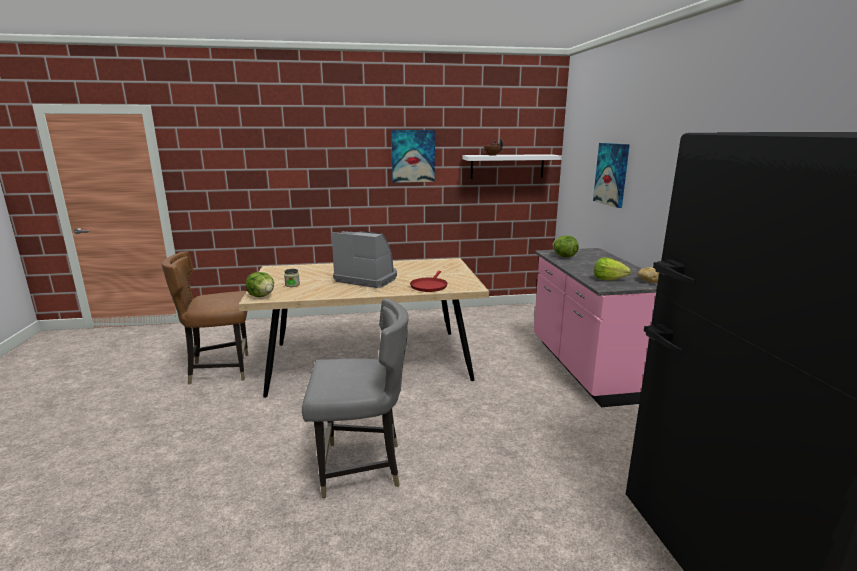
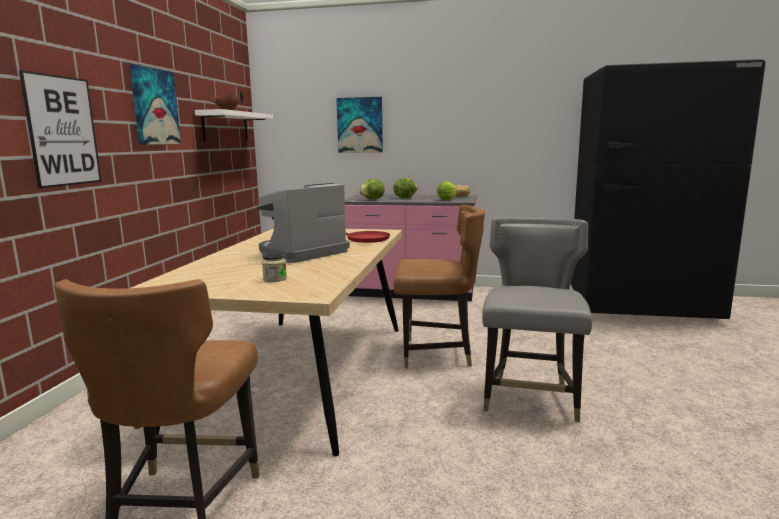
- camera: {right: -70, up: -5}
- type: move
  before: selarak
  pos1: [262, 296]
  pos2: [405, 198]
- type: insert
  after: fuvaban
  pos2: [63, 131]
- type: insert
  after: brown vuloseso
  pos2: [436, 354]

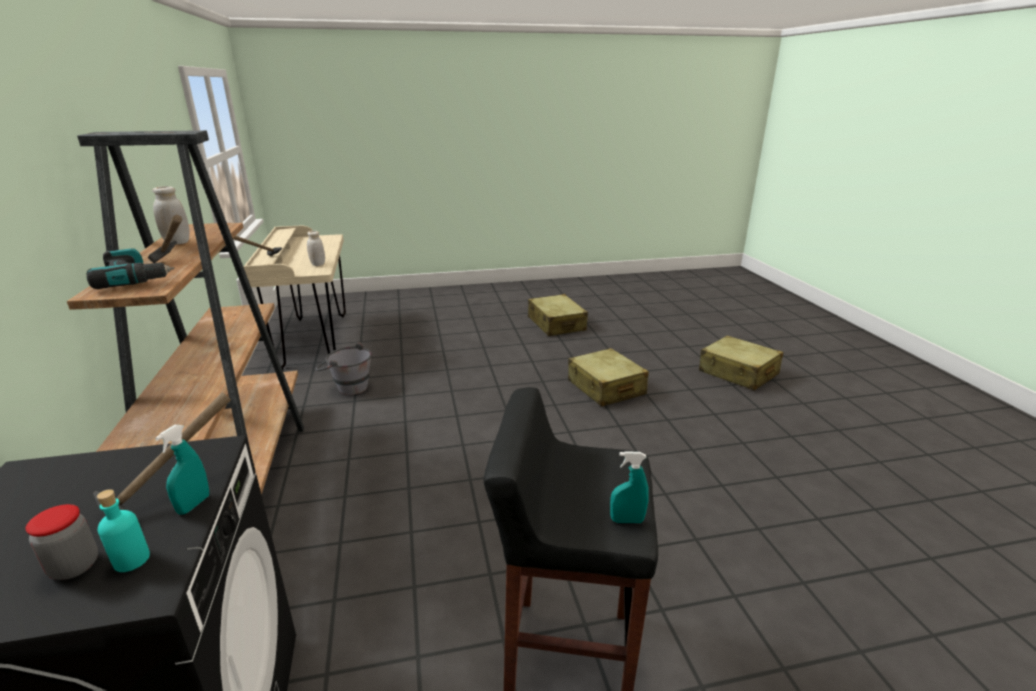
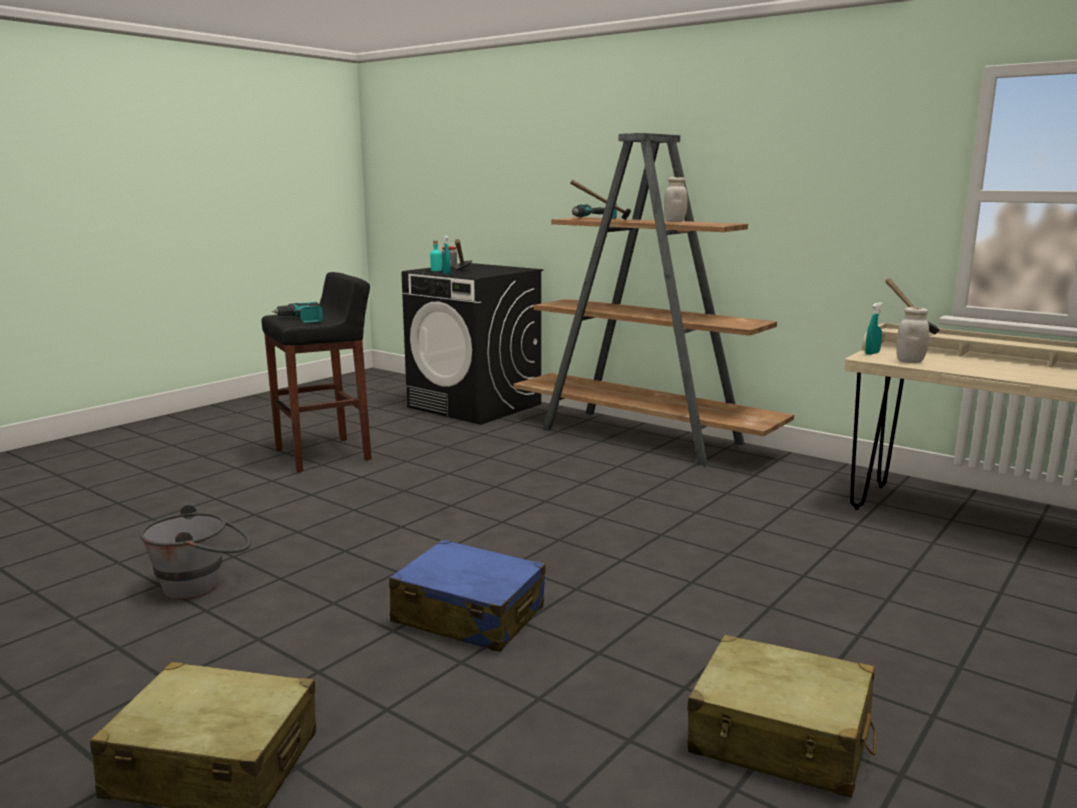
- camera: {right: 140, up: -10}
- type: move
  before: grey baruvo
  pos1: [347, 387]
  pos2: [203, 585]
- type: recolor
  before: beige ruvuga
  after: blue ruvuga
  pos1: [606, 388]
  pos2: [468, 615]
- type: move
  before: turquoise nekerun
  pos1: [627, 520]
  pos2: [872, 353]
- type: insert
  after: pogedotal
  pos2: [301, 320]

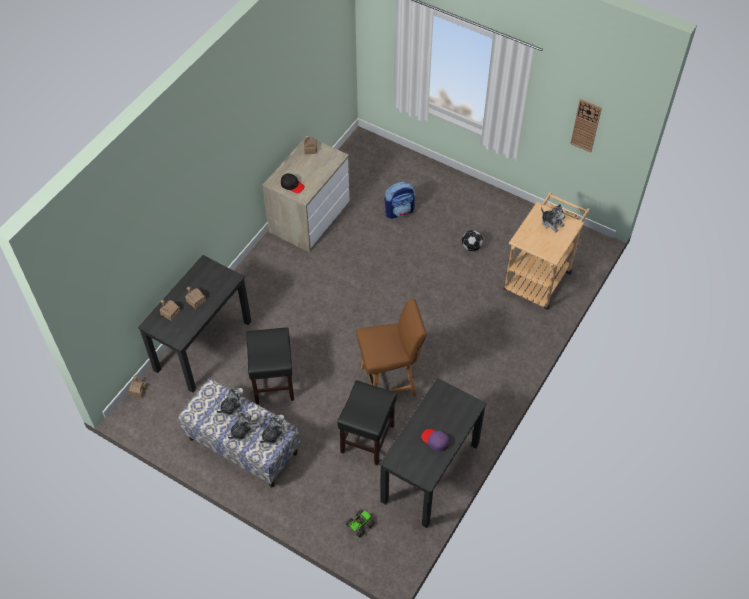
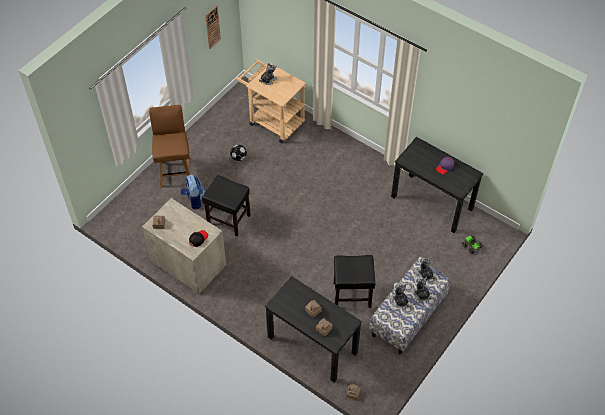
- camera: {right: -85, up: 0}
- type: move
  before: brown vuloseso
  pos1: [390, 381]
  pos2: [175, 171]
- type: move
  before: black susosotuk
  pos1: [367, 438]
  pos2: [228, 219]

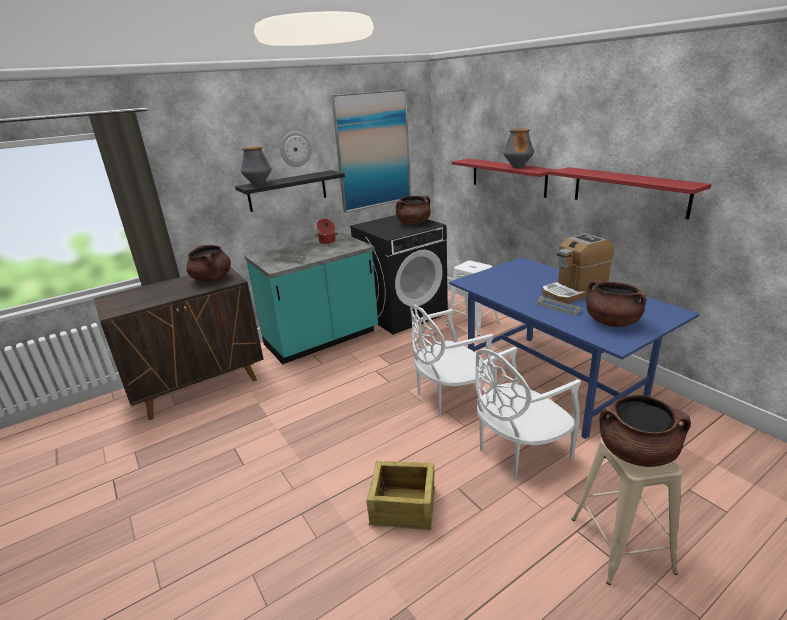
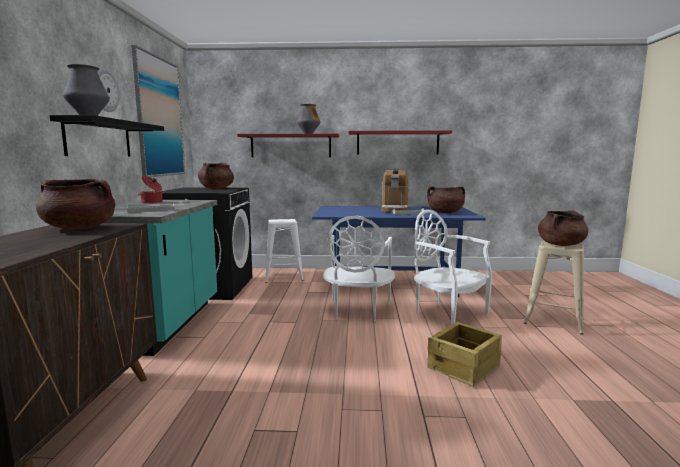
- camera: {right: -55, up: -15}
- type: rotate
  before: white vuloseso
  pos1: [518, 450]
  pos2: [447, 314]
  turn: 135

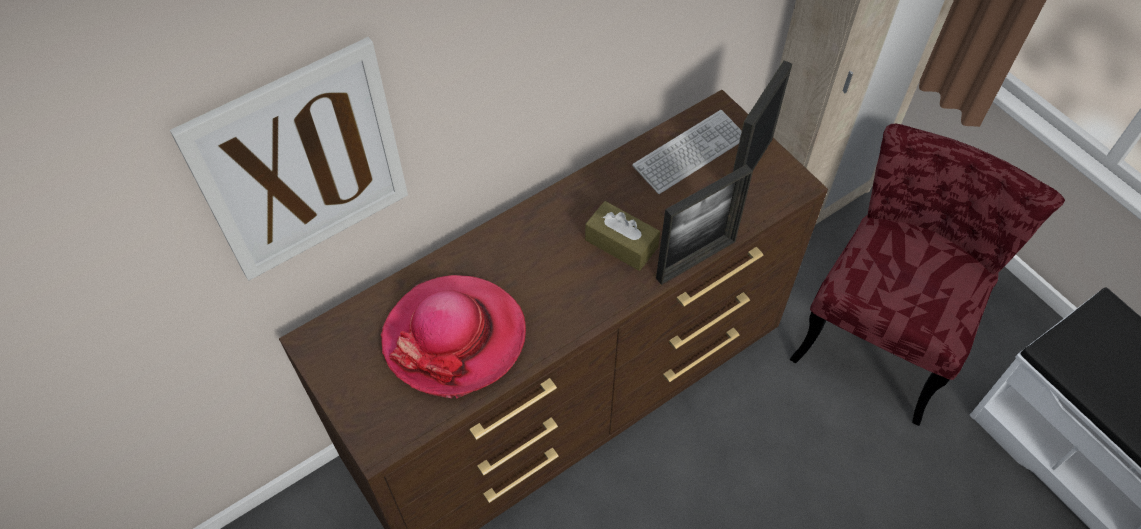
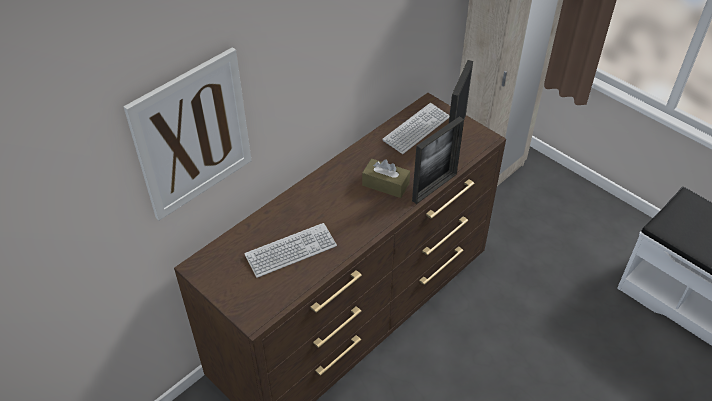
- camera: {right: -10, up: -10}
- type: delete
  before: red vuloseso
  pos1: [885, 328]
- type: replace
  before: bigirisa
  after: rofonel
  pos1: [454, 337]
  pos2: [291, 251]

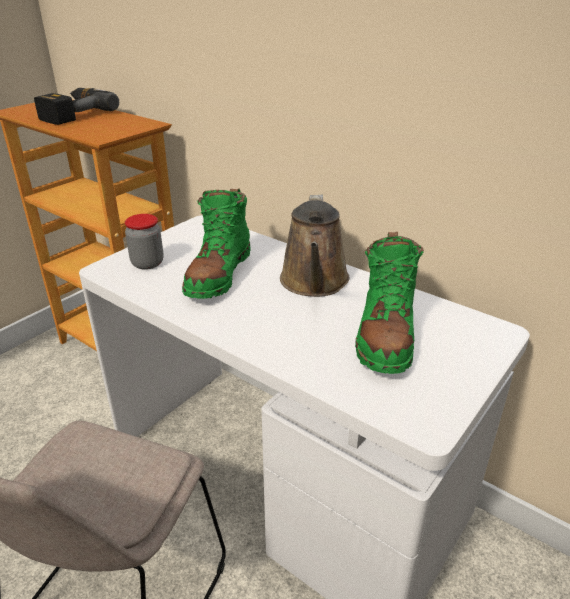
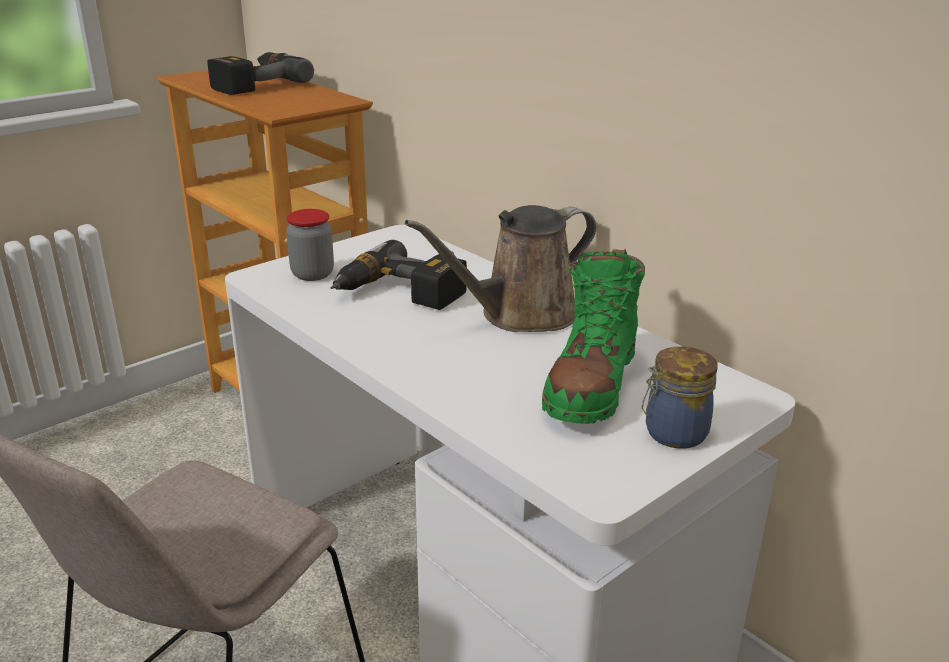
- camera: {right: 10, up: -5}
- type: replace
  before: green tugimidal
  after: pogedotal
  pos1: [218, 274]
  pos2: [398, 294]
- type: rotate
  before: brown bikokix
  pos1: [314, 283]
  pos2: [520, 315]
  turn: 45
- type: insert
  after: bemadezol
  pos2: [673, 433]

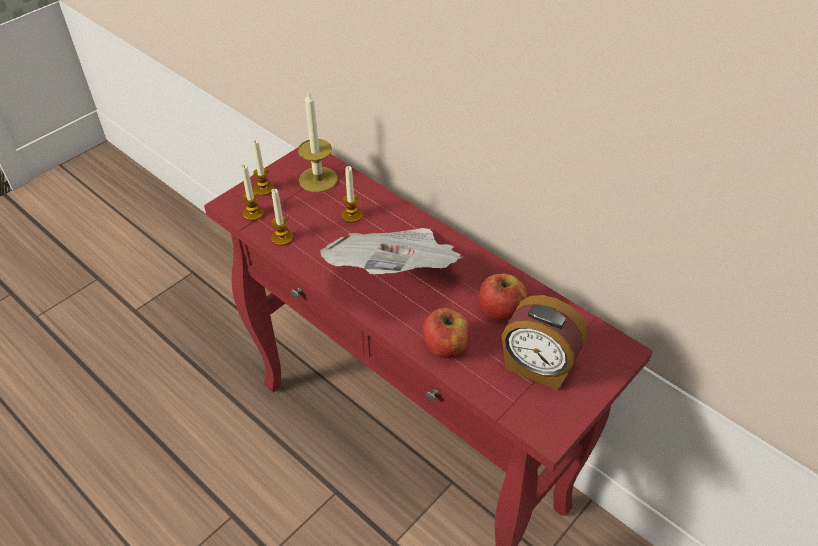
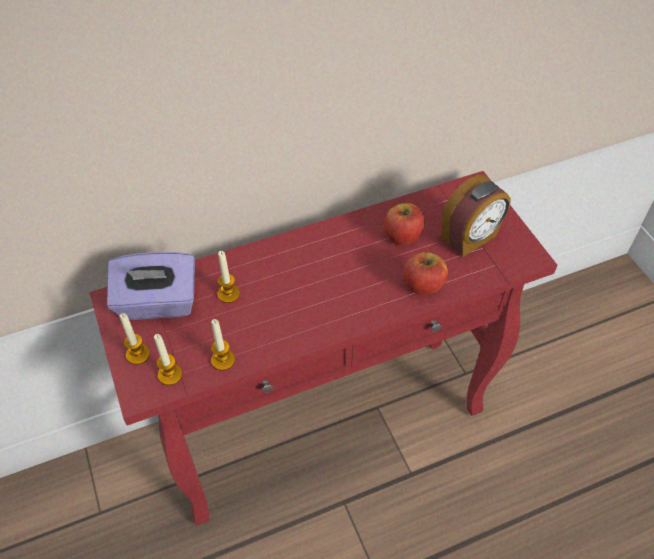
- camera: {right: -65, up: 5}
- type: replace
  before: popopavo
  after: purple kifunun
  pos1: [318, 179]
  pos2: [158, 303]
- type: delete
  before: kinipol
  pos1: [395, 274]

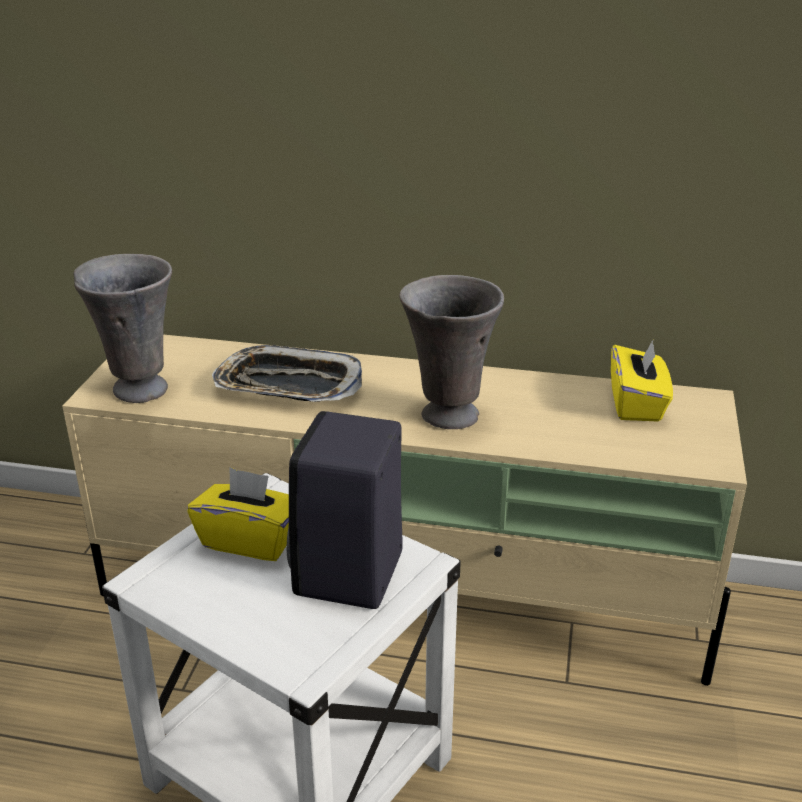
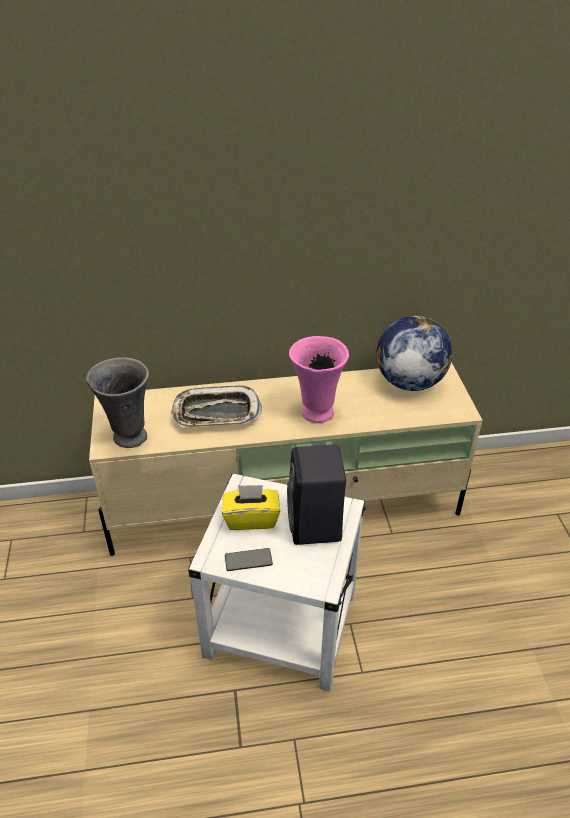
- camera: {right: -20, up: 10}
- type: recolor
  before: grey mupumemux
  after: pink mupumemux
  pos1: [447, 416]
  pos2: [316, 413]
- type: replace
  before: yellow kifunun
  after: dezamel
  pos1: [637, 404]
  pos2: [409, 382]
- type: insert
  after: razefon
  pos2: [248, 560]

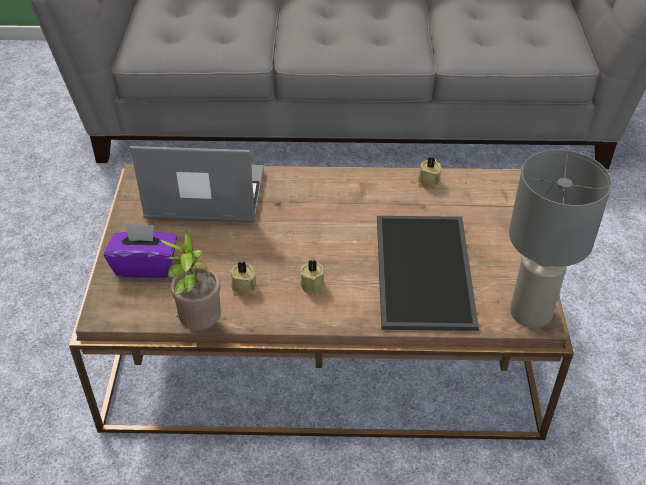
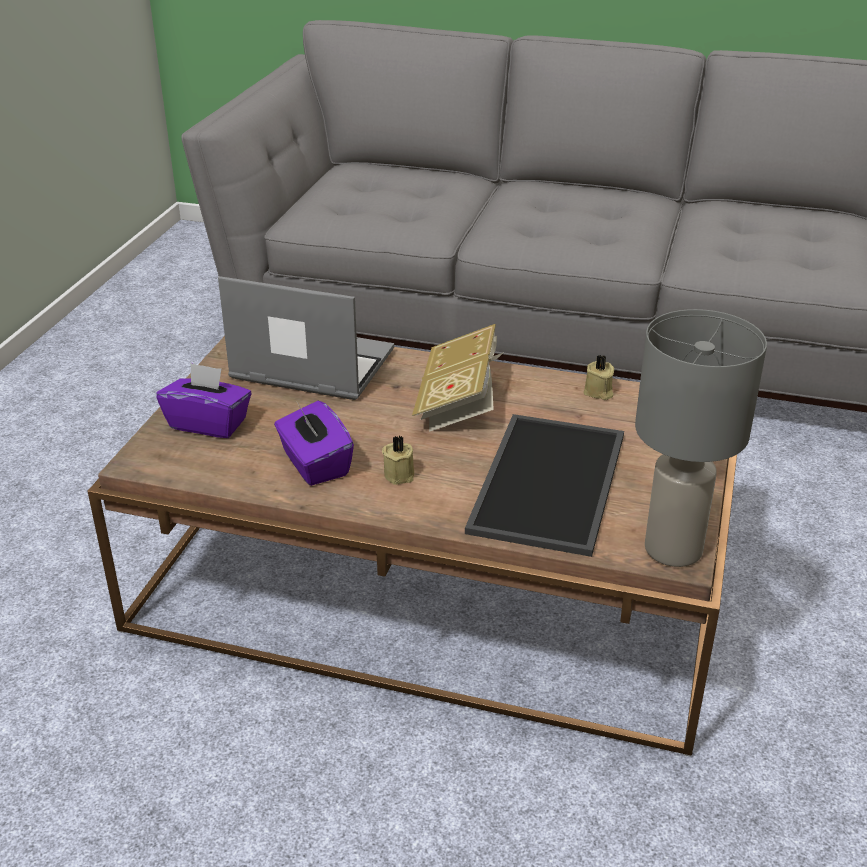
- camera: {right: 15, up: -10}
- type: delete
  before: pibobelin
  pos1: [199, 325]
- type: replace
  before: beige popopavo
  after: purple kifunun
  pos1: [245, 288]
  pos2: [314, 464]
- type: insert
  after: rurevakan
  pos2: [459, 403]

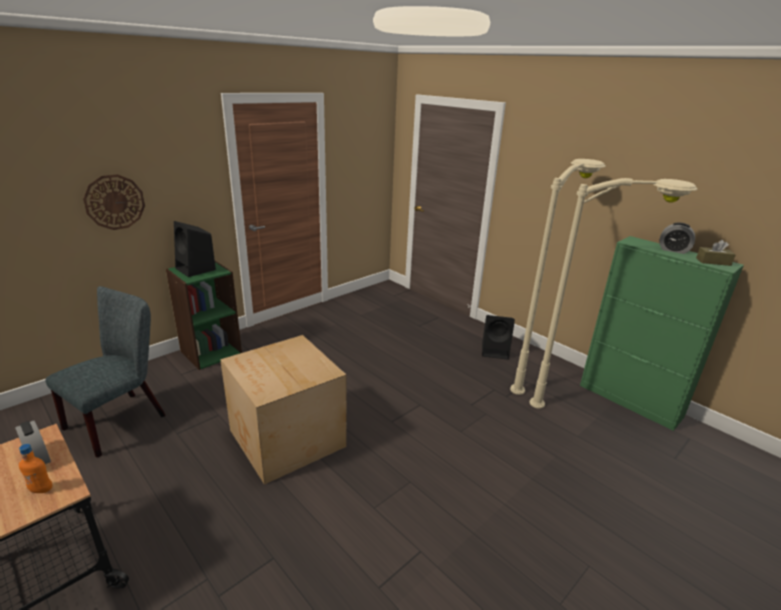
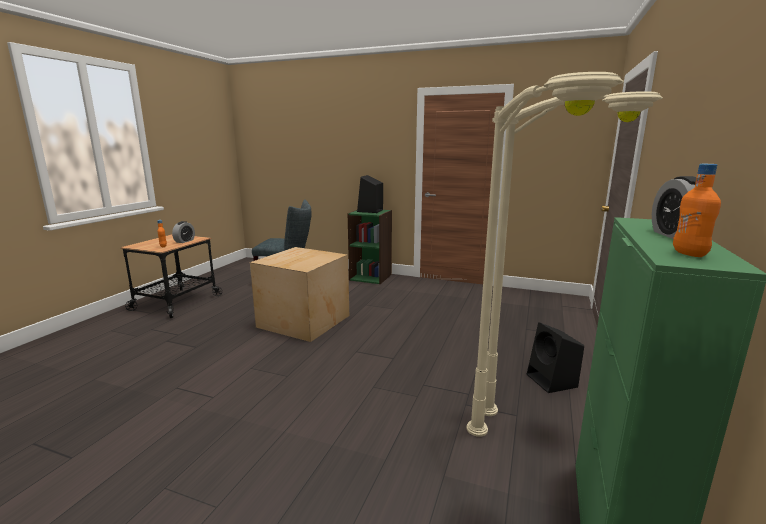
- camera: {right: 65, up: -10}
- type: delete
  before: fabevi
  pos1: [114, 202]
- type: replace
  before: brown kifunun
  after: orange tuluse
  pos1: [713, 262]
  pos2: [689, 254]

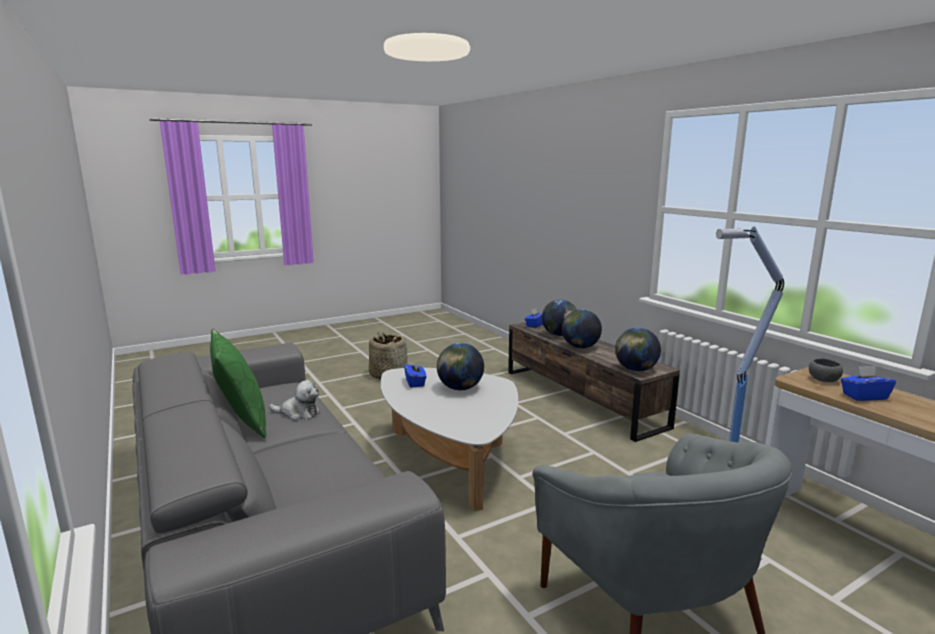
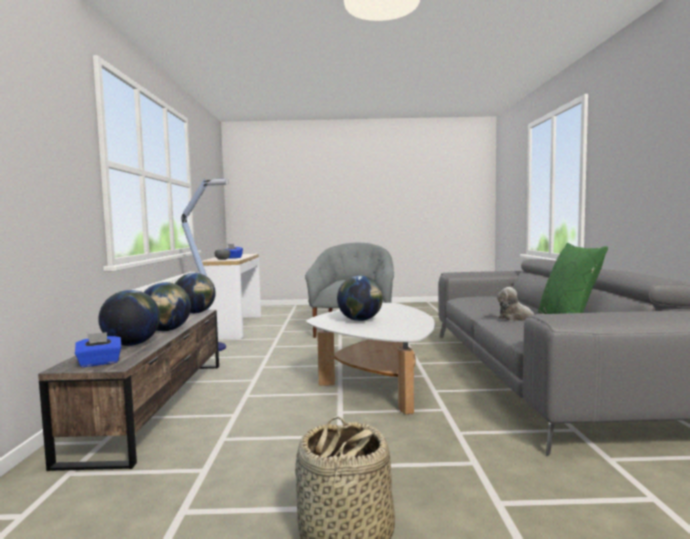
- camera: {right: -150, up: -10}
- type: delete
  before: blue kifunun
  pos1: [415, 383]

